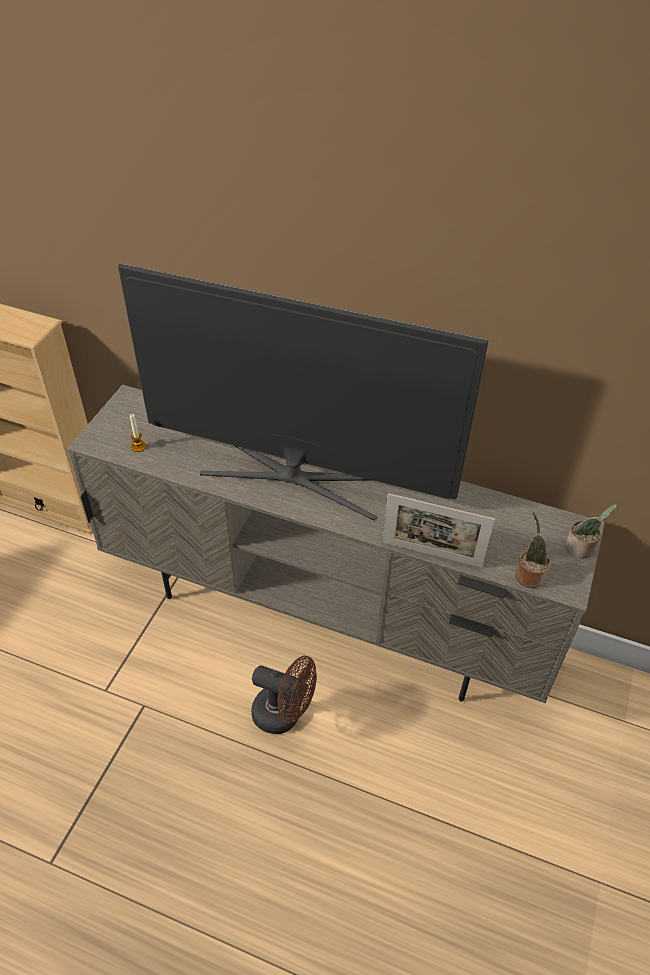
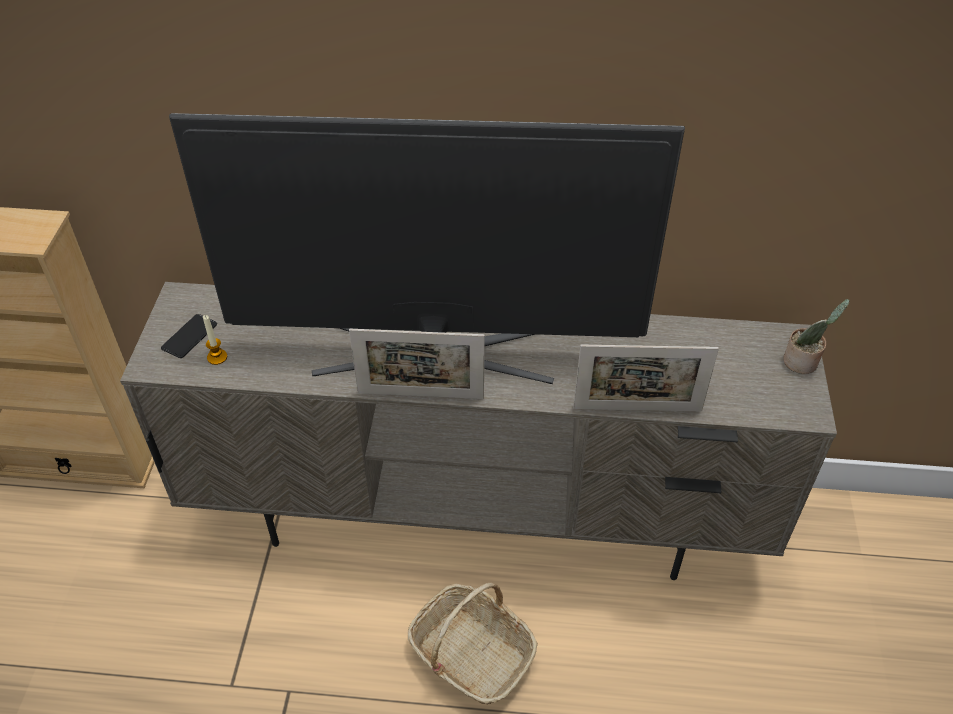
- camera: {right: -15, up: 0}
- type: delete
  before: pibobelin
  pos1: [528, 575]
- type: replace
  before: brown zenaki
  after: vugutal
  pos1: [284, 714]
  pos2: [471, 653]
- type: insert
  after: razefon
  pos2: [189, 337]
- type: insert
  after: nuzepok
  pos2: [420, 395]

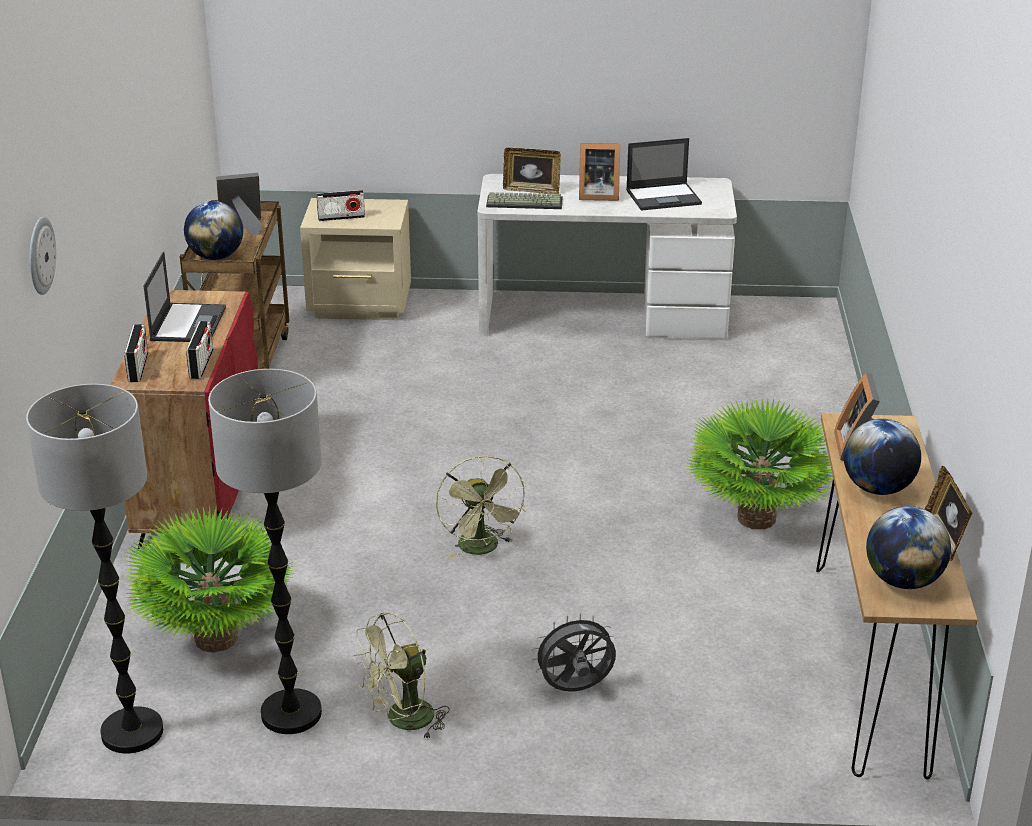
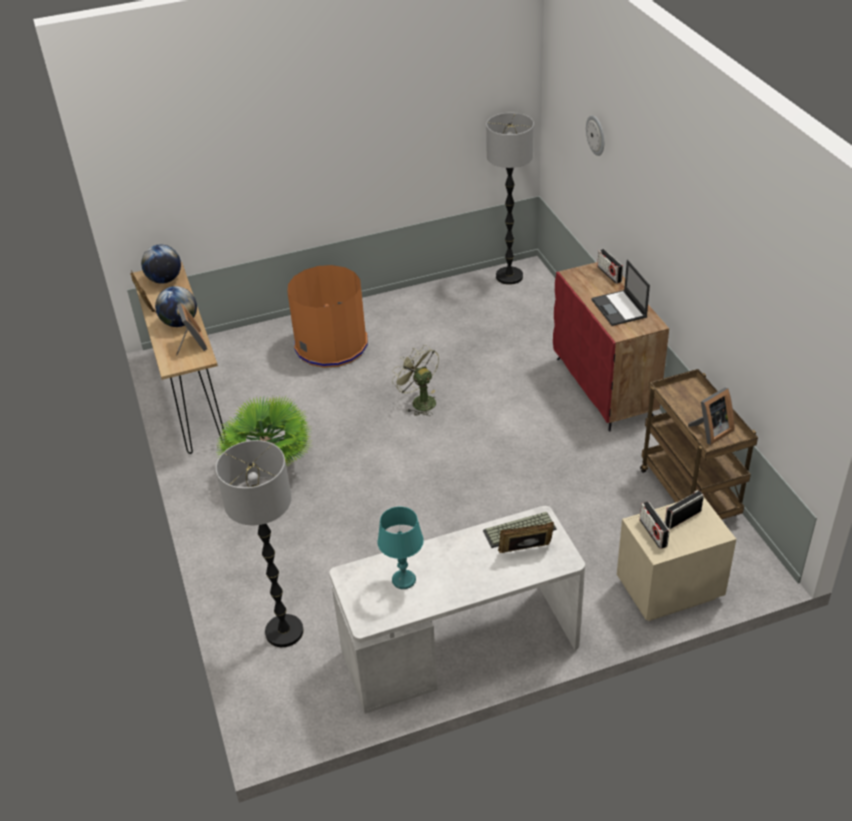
- camera: {right: 160, up: 10}
- type: replace
  before: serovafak
  after: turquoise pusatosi
  pos1: [664, 197]
  pos2: [403, 580]
- type: delete
  before: nuzepok
  pos1: [597, 195]
- type: delete
  before: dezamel
  pos1: [216, 257]
- type: move
  before: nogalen
  pos1: [201, 364]
  pos2: [653, 533]
- type: move
  before: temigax
  pos1: [292, 714]
  pos2: [284, 632]
- type: delete
  before: pibobelin
  pos1: [216, 639]
- type: delete
  before: green zenaki
  pos1: [402, 721]
- type: replace
  before: grey zenaki
  after: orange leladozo
  pos1: [575, 689]
  pos2: [331, 345]

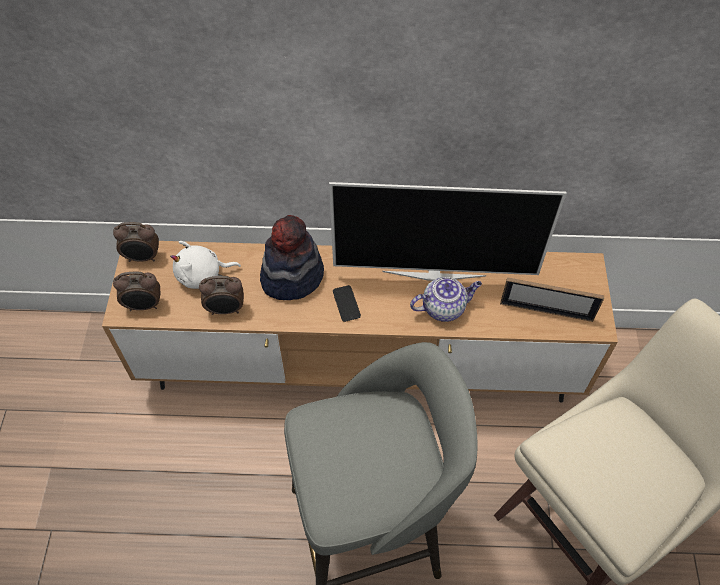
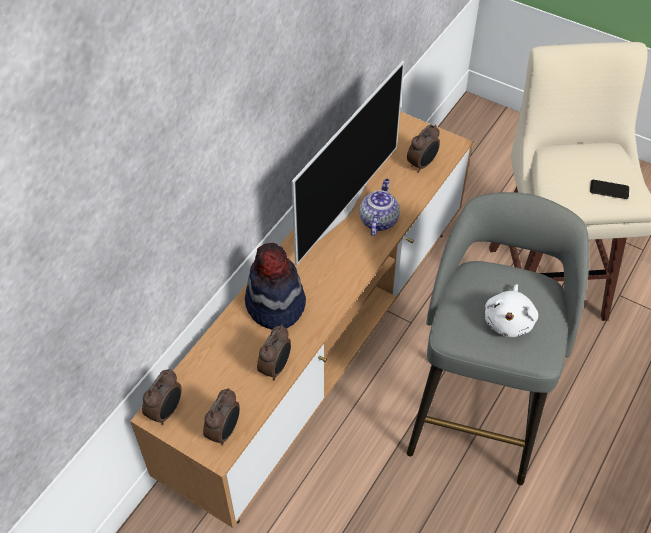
- camera: {right: -60, up: -5}
- type: move
  before: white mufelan
  pos1: [203, 275]
  pos2: [509, 320]
- type: replace
  before: nuzepok
  after: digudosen
  pos1: [546, 311]
  pos2: [422, 164]
- type: move
  before: razefon
  pos1: [346, 303]
  pos2: [609, 190]

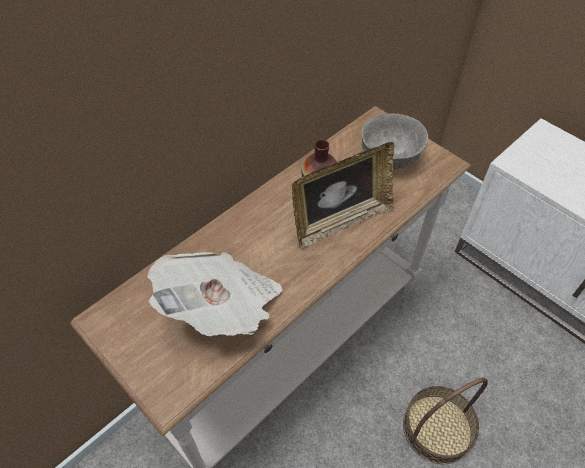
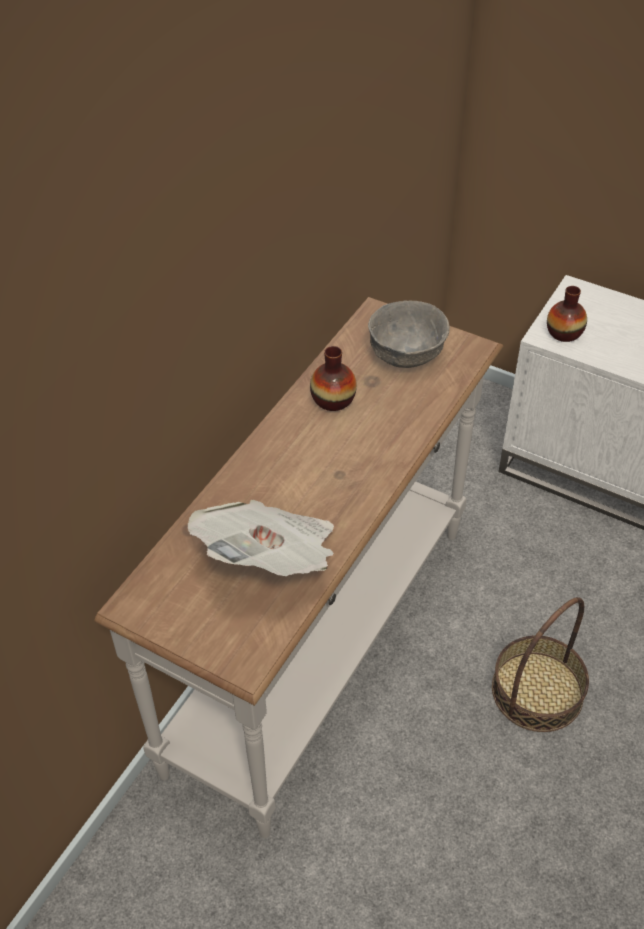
- camera: {right: -15, up: -5}
- type: delete
  before: nuzepok
  pos1: [341, 221]
- type: insert
  after: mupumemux
  pos2: [564, 333]

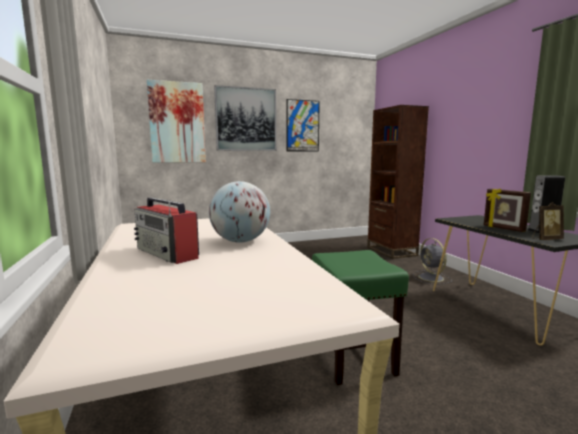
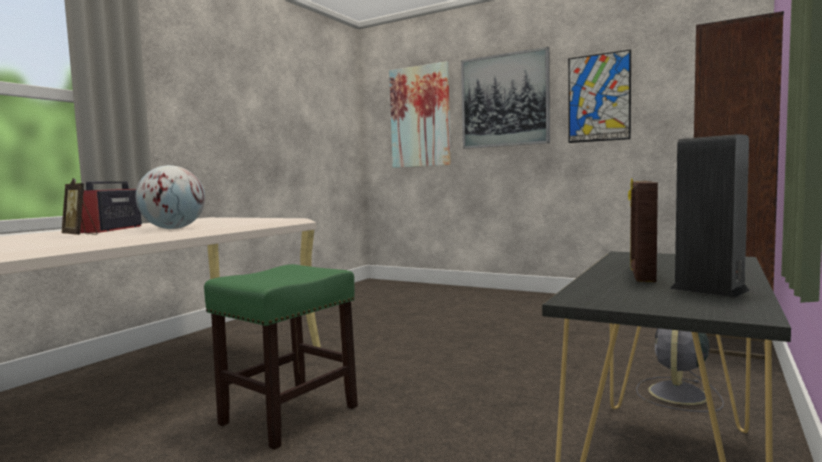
- camera: {right: 50, up: -5}
- type: move
  before: nuzepok
  pos1: [546, 239]
  pos2: [80, 235]

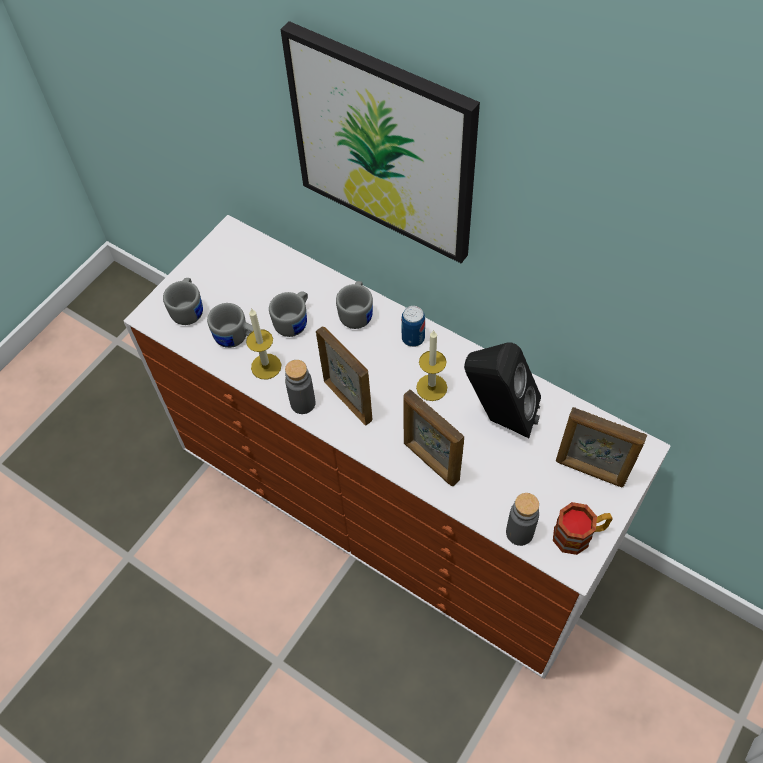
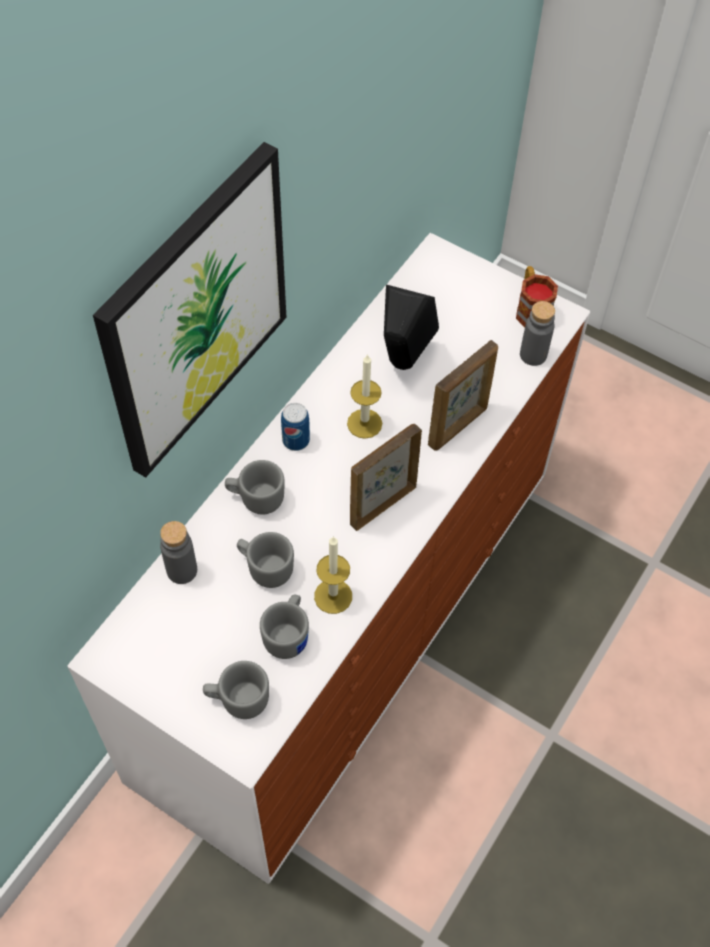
- camera: {right: -95, up: 0}
- type: move
  before: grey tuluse
  pos1: [303, 403]
  pos2: [182, 570]
- type: delete
  before: nuzepok
  pos1: [590, 471]

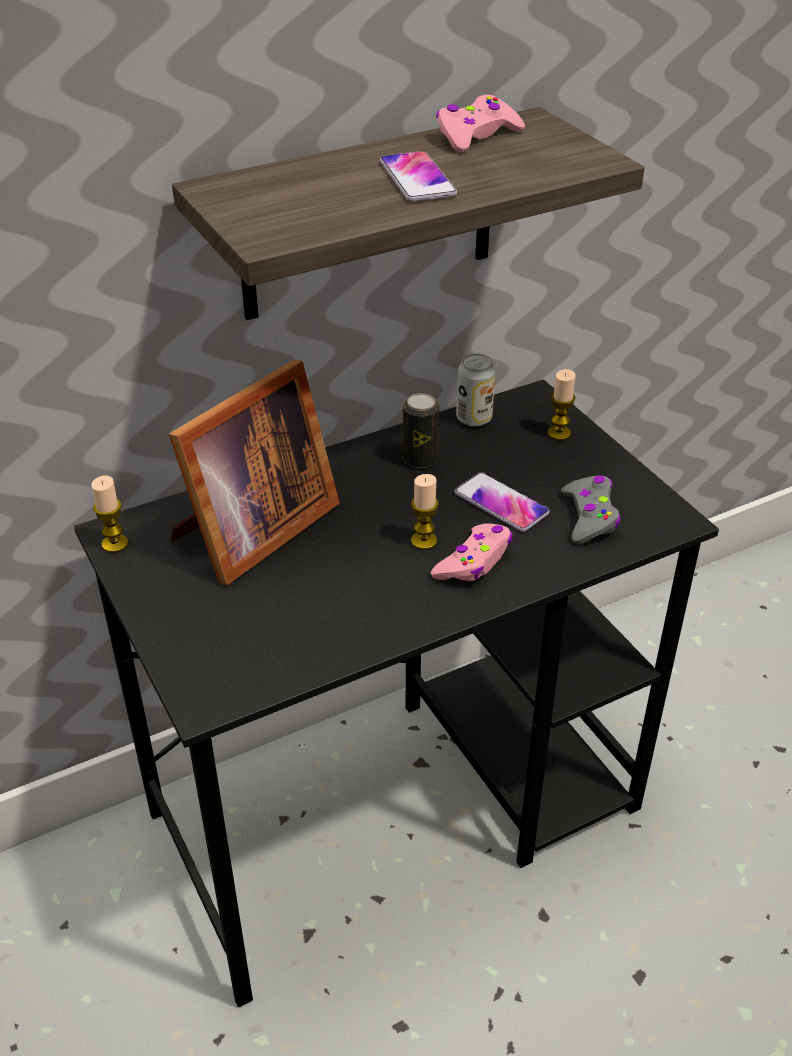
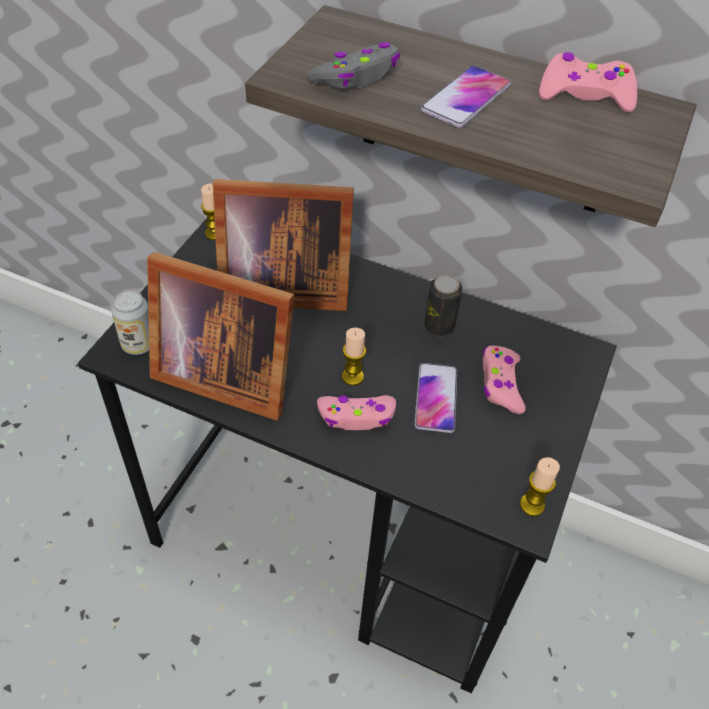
- camera: {right: 50, up: 10}
- type: move
  before: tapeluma
  pos1: [474, 418]
  pos2: [138, 344]
- type: move
  before: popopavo
  pos1: [559, 433]
  pos2: [532, 505]
- type: move
  before: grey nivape
  pos1: [589, 517]
  pos2: [356, 77]
- type: insert
  after: nuzepok
  pos2: [223, 373]
- type: insert
  after: pink nivape
  pos2: [500, 384]

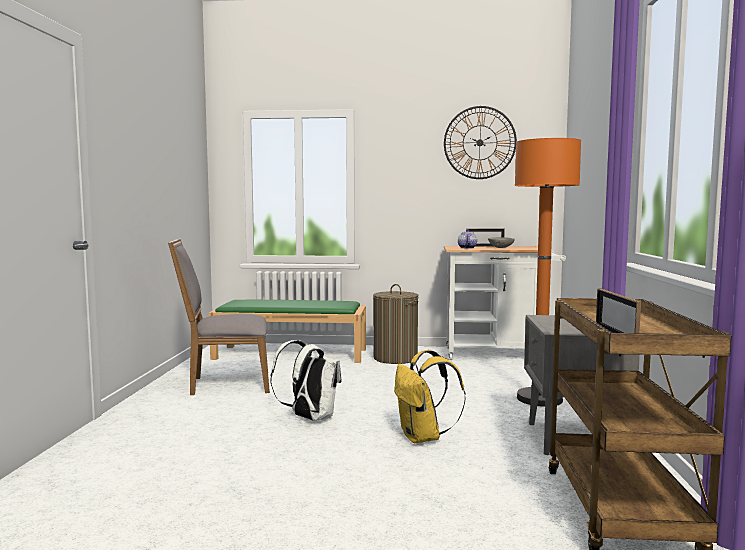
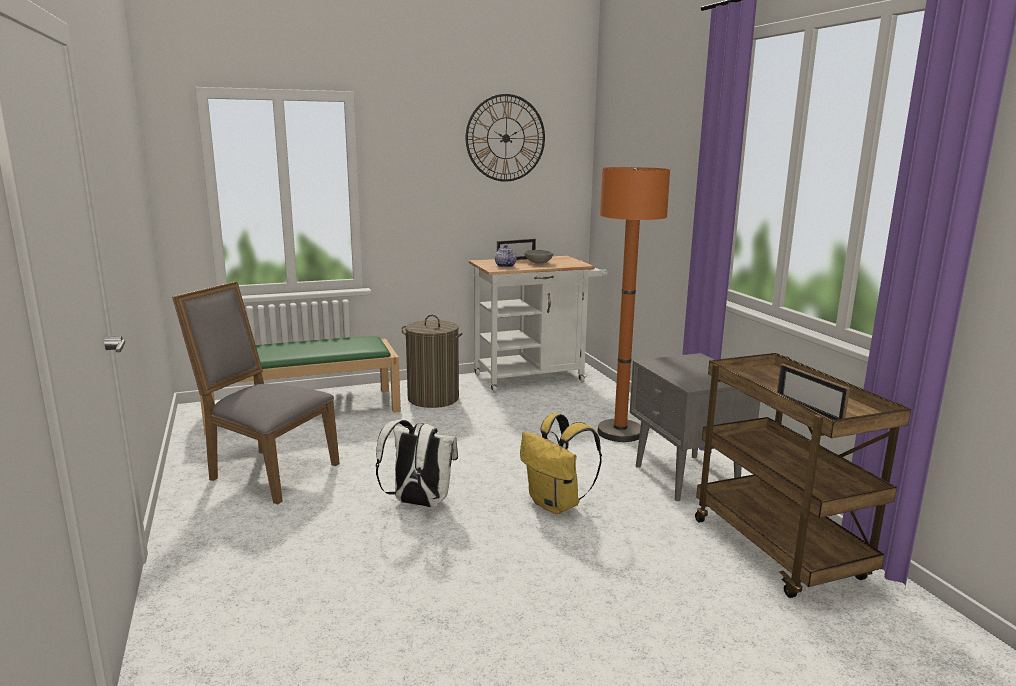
- camera: {right: -25, up: 10}
- type: rotate
  before: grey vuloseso
  pos1: [225, 384]
  pos2: [267, 472]
  turn: 60

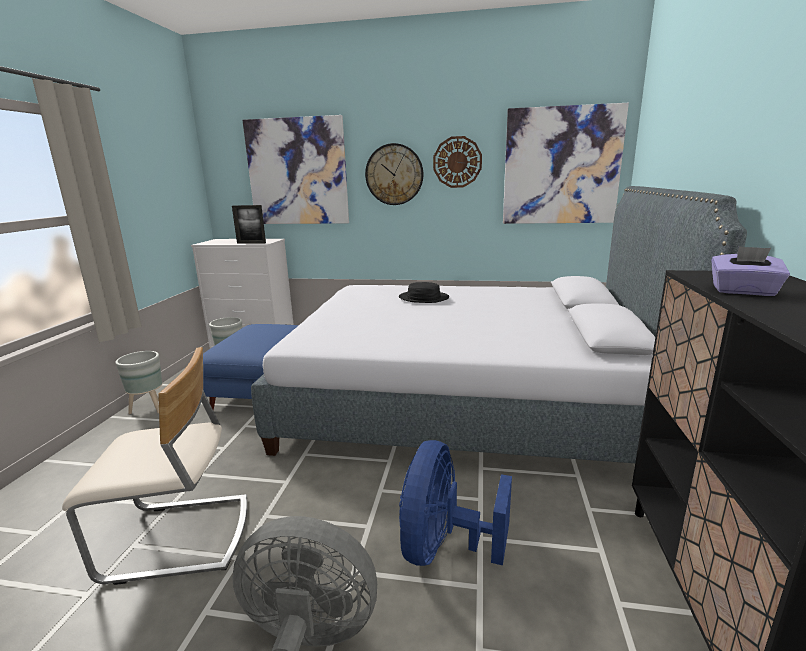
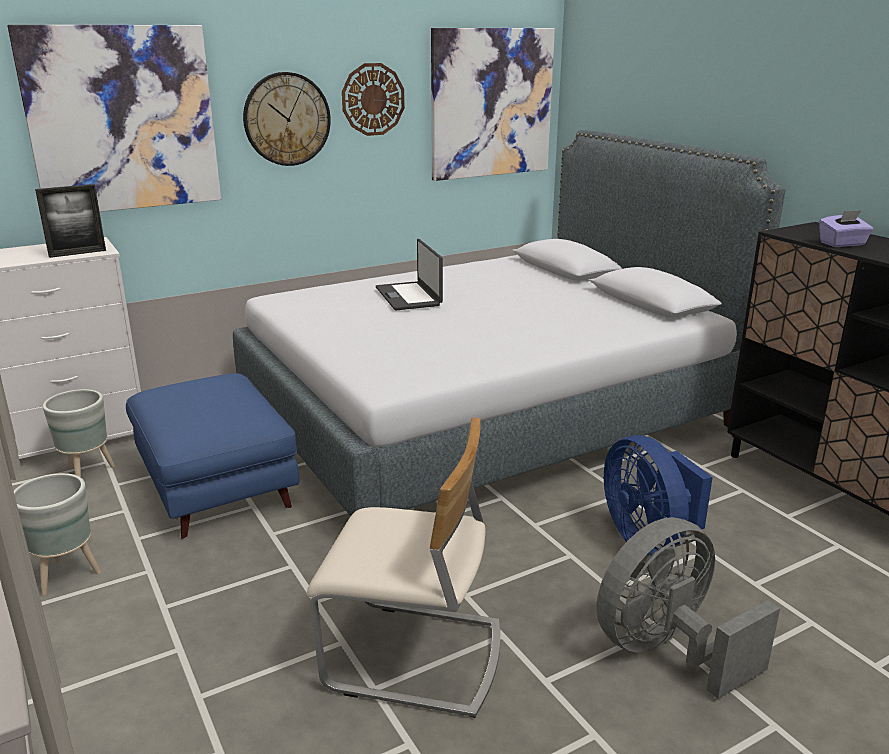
- camera: {right: -40, up: 5}
- type: replace
  before: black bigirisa
  after: serovafak
  pos1: [423, 298]
  pos2: [409, 296]
- type: rotate
  before: beige vuloseso
  pos1: [178, 539]
  pos2: [414, 657]
  turn: 60

